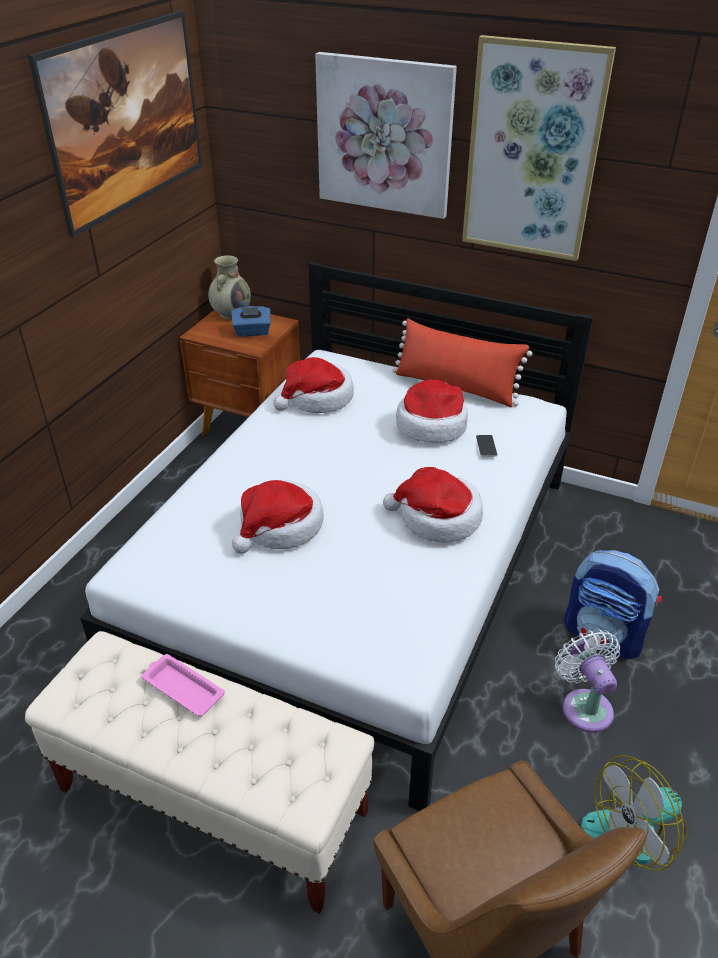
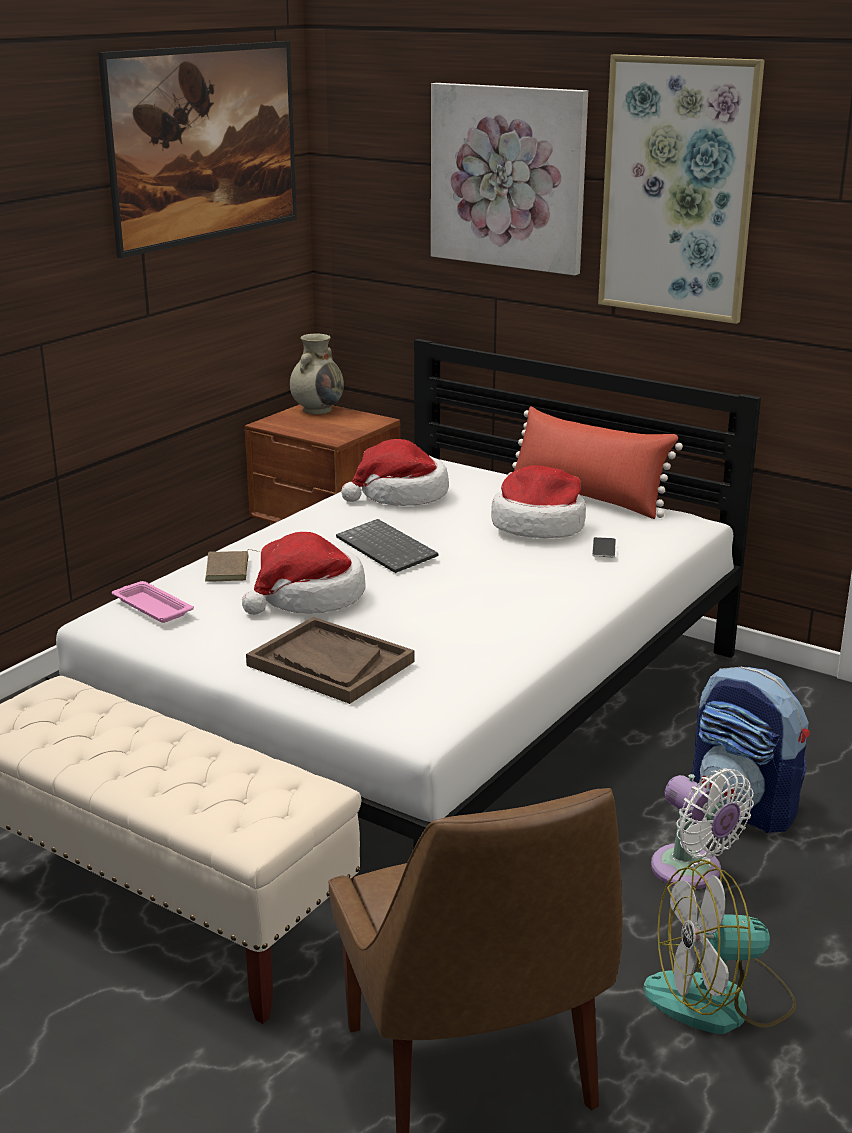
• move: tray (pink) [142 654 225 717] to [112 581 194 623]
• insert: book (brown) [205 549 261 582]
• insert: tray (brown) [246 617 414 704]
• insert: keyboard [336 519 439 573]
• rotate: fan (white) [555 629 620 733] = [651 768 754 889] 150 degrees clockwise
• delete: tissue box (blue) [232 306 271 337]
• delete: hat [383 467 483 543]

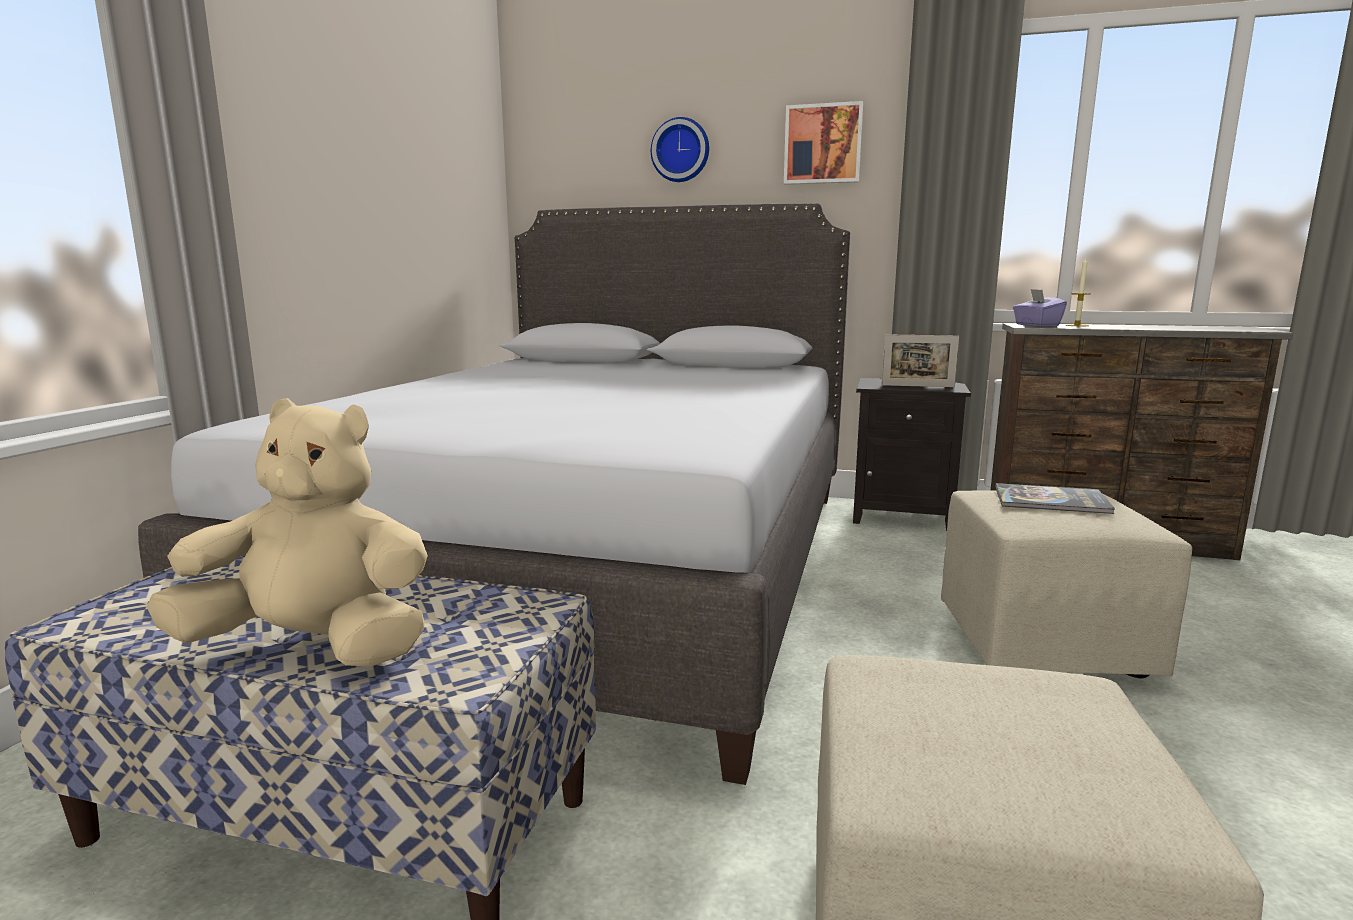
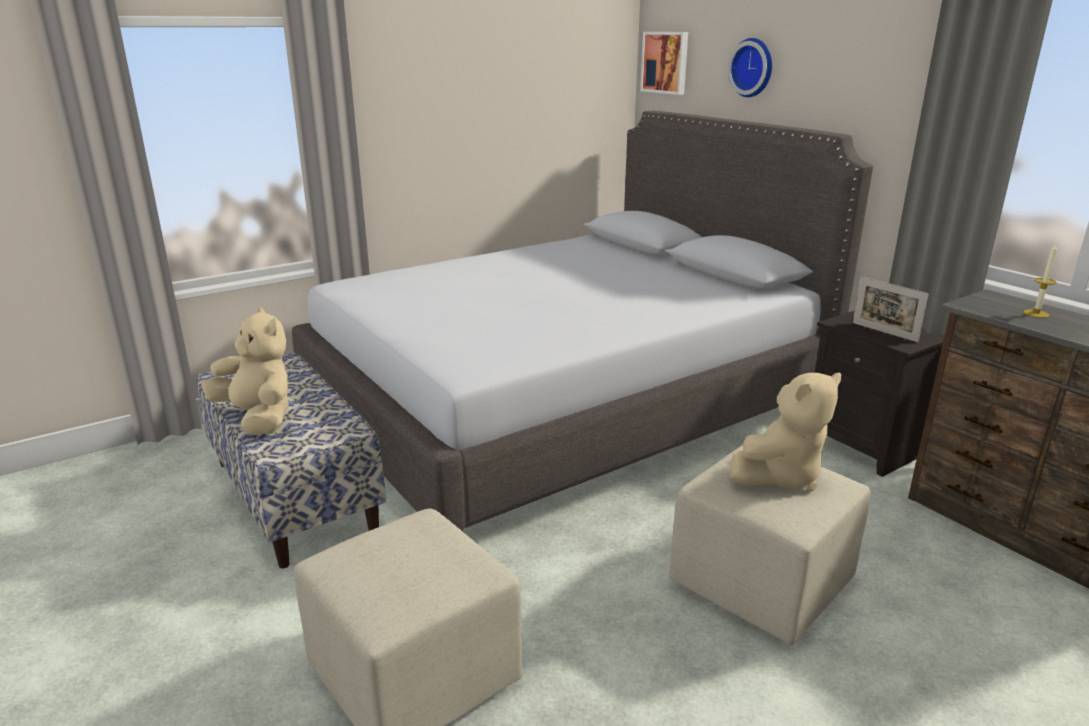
• move: picture [784 101 863 185] to [640 32 688 95]
• replace: book [995 483 1115 514] to plush toy (beige) [730 372 842 492]
• delete: tissue box (purple) [1013 289 1067 326]

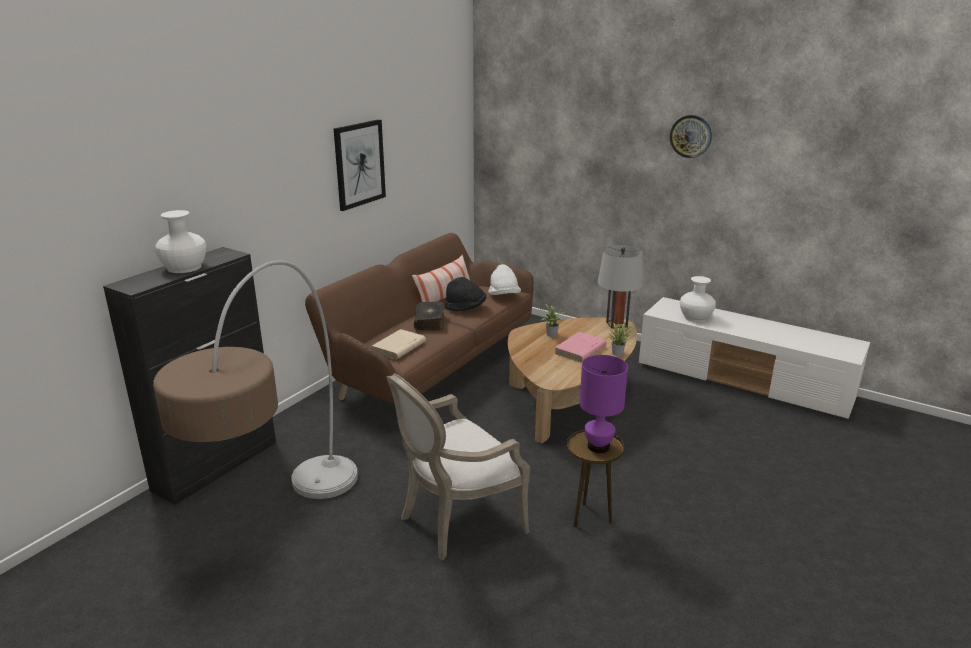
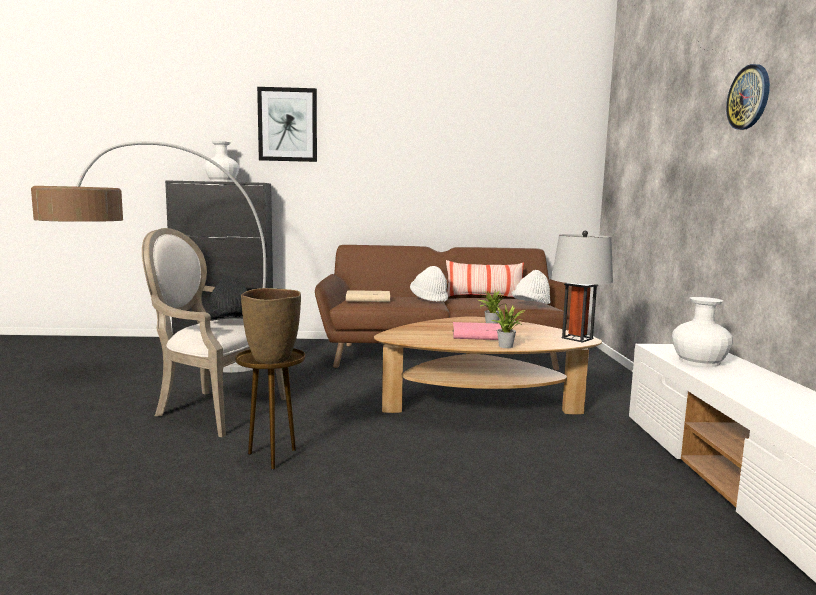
• move: hat (black) [445 277 486 311] to [209 276 247 319]
• replace: table lamp (purple) [580 355 628 453] to vase (brown) [241 288 301 363]
• move: picture [334 119 386 211] to [257 87 317 162]
• replace: book [414 301 444 331] to hat (white) [410 266 448 302]

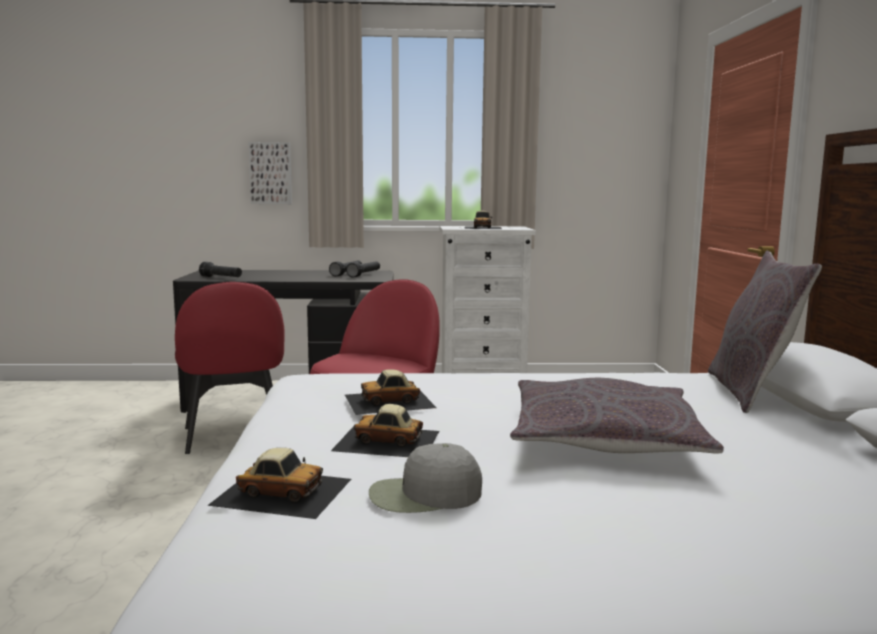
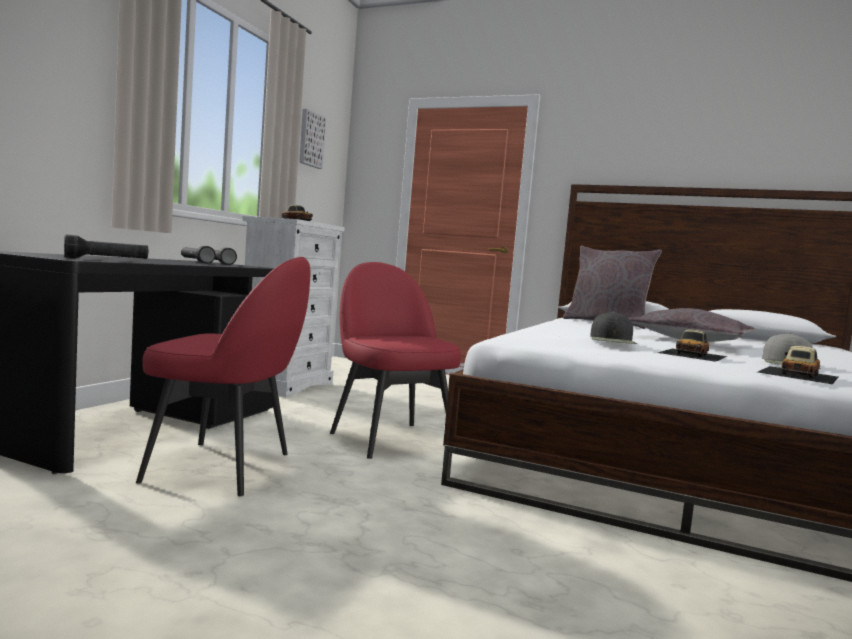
• move: picture [248 142 292 204] to [299 109 326 169]
• replace: toy car [345 369 436 415] to cap (black) [590 312 637 344]

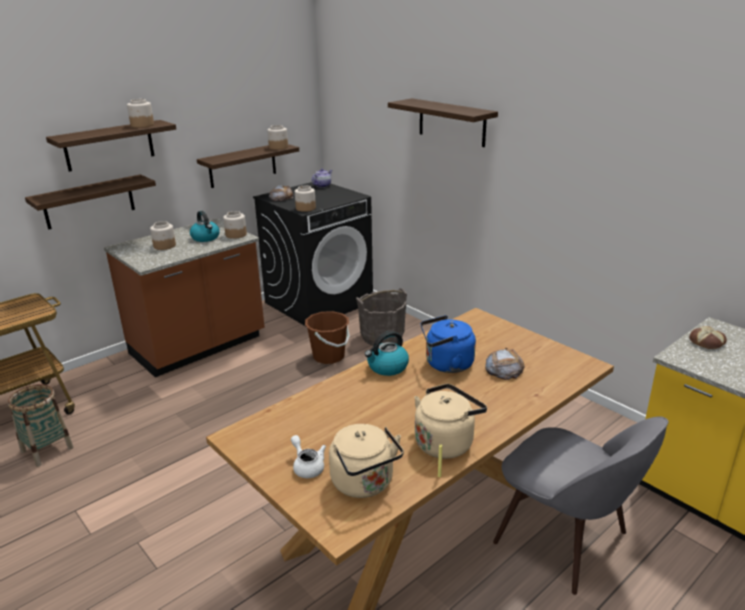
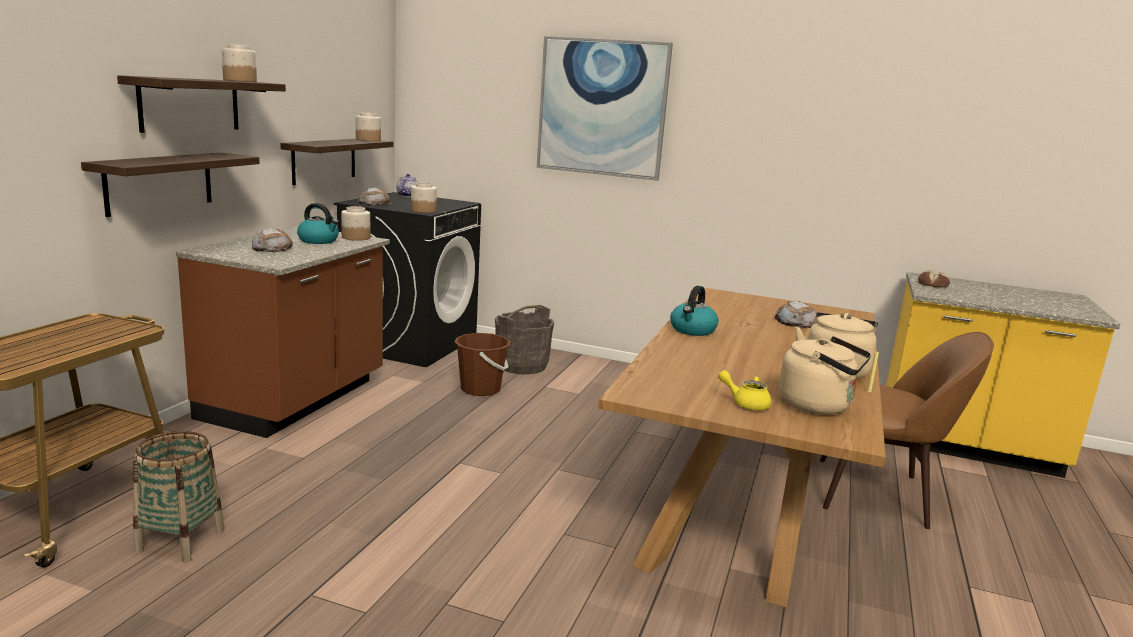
• replace: jar [150 221 176 250] to bread [252 228 293 252]
• replace: shelf [388 98 498 147] to picture [537 36 673 181]
• recolor: teapot (white) [291 435 326 478] to teapot (yellow) [718 370 772 410]
• recolor: chair (grey) [493 416 669 595] to chair (brown) [820 332 994 529]
• delete: kettle (blue) [421 315 476 373]

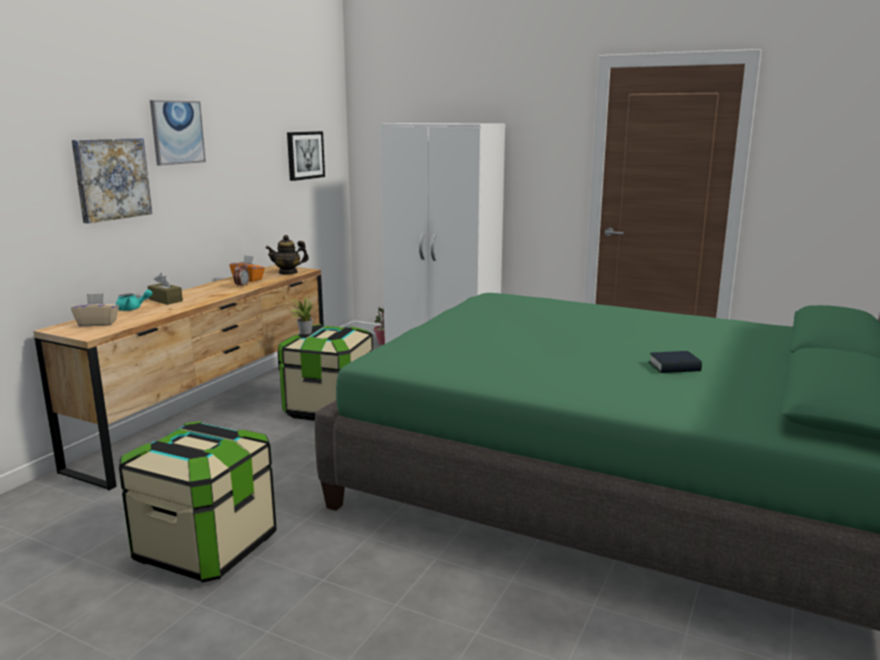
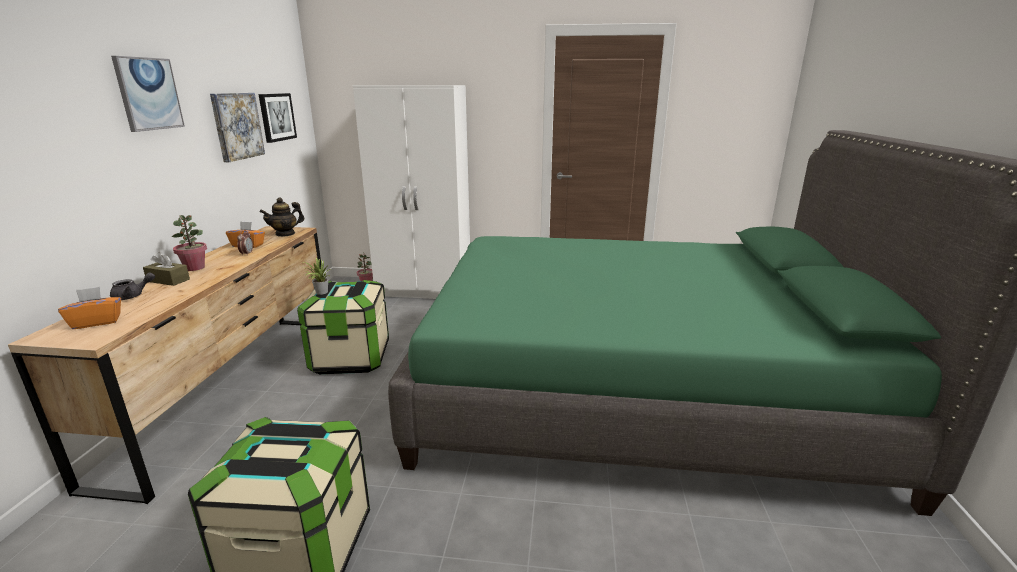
• recolor: tissue box (beige) [71 293 119 327] to tissue box (orange) [58 287 121 329]
• recolor: teapot (turquoise) [116 289 153 311] to teapot (grey) [110 273 155 300]
• insert: potted plant [172 215 207 271]
• move: picture [72 138 152 223] to [210 93 265 162]
• delete: book [648 351 702 373]

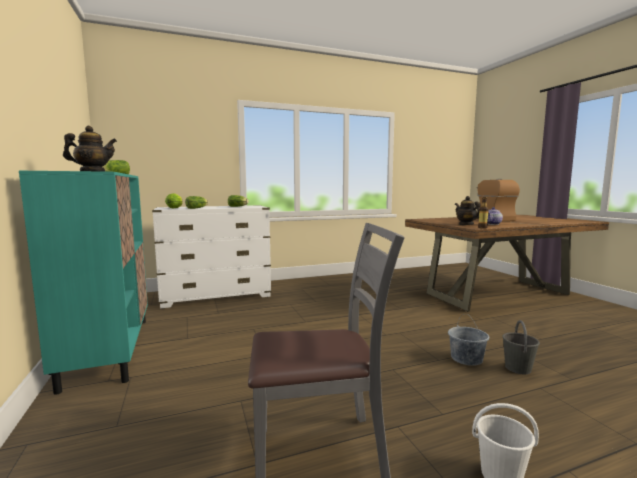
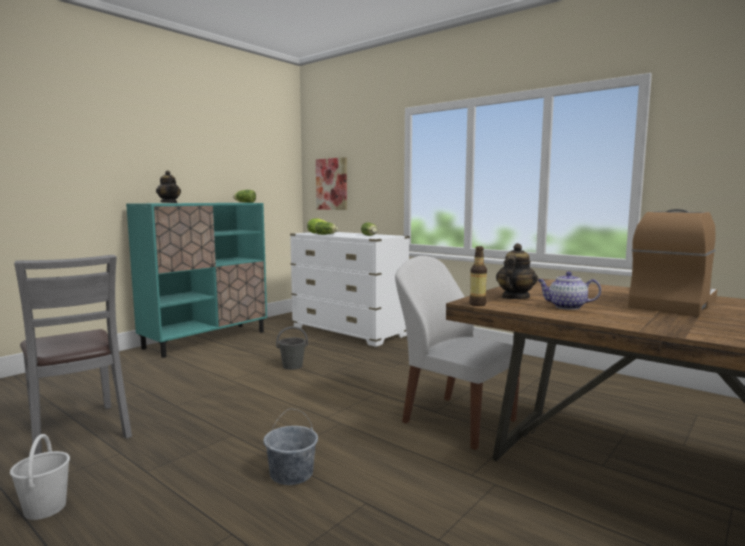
• move: bucket (grey) [502 320 540 374] to [276 326 308 370]
• insert: picture [316 157 347 210]
• insert: chair (white) [395 256 520 450]

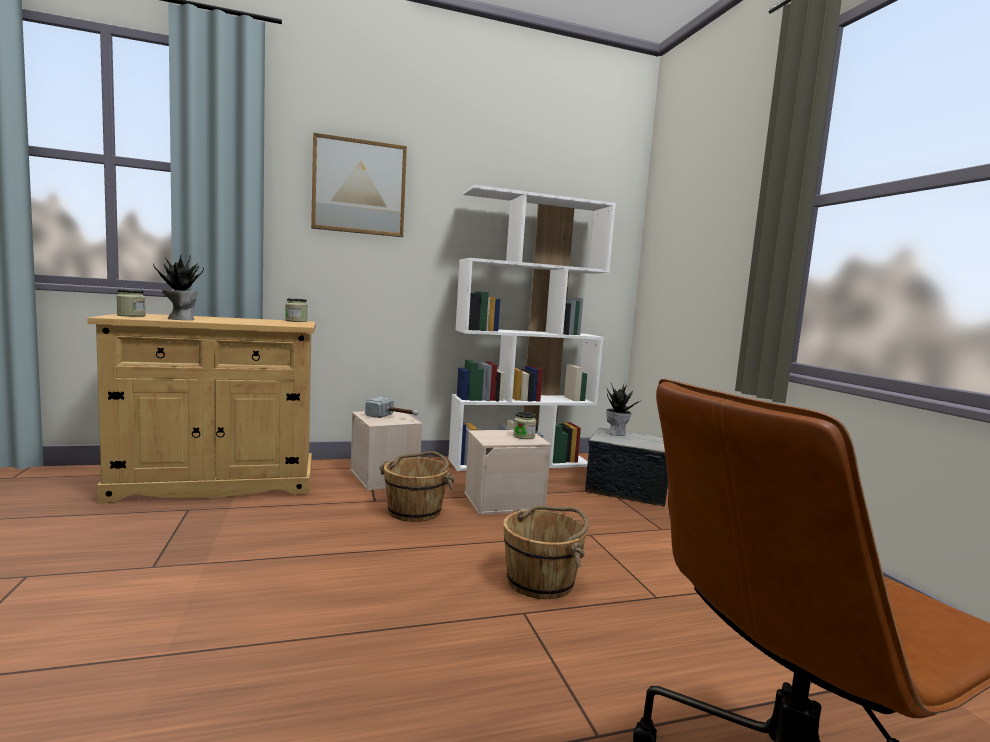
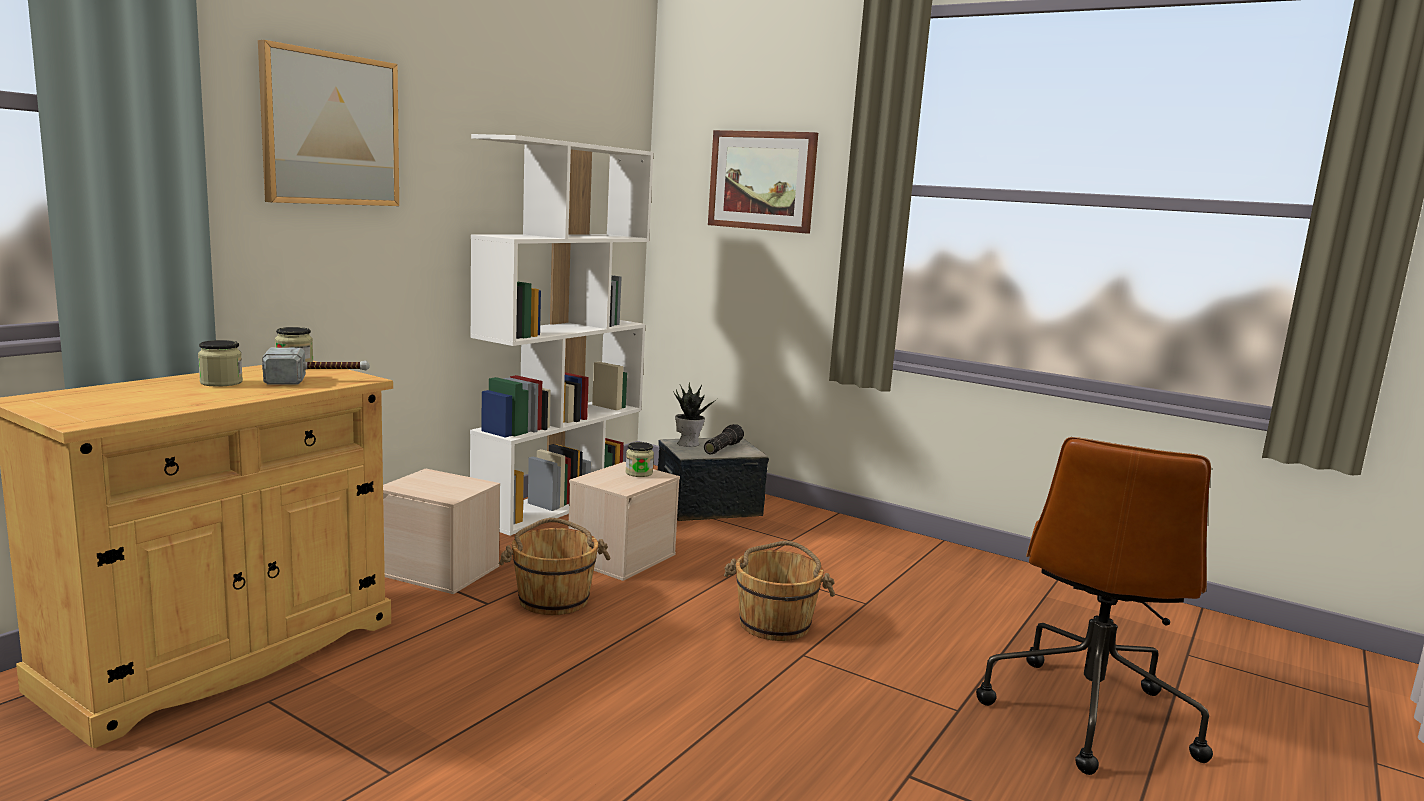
• move: jar [116 289 145 317] to [198 340 243 387]
• move: hammer [365 397 419 418] to [262 348 369 385]
• insert: flashlight [704 424 744 454]
• insert: picture [708 130 818 234]
• delete: potted plant [153 255 204 320]

